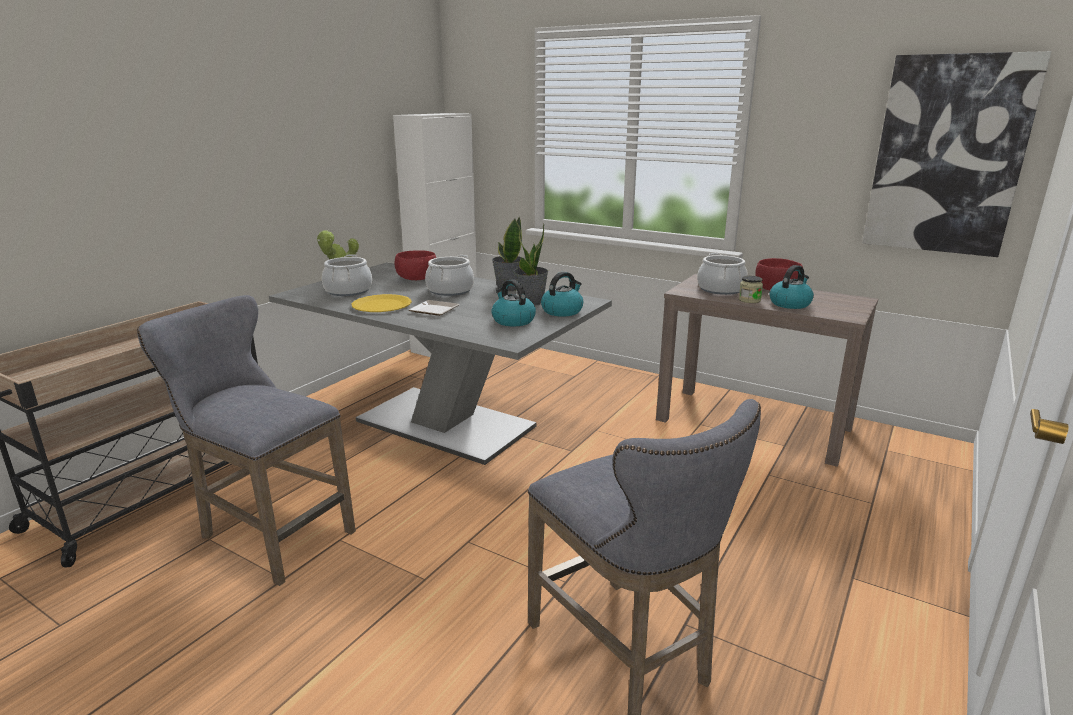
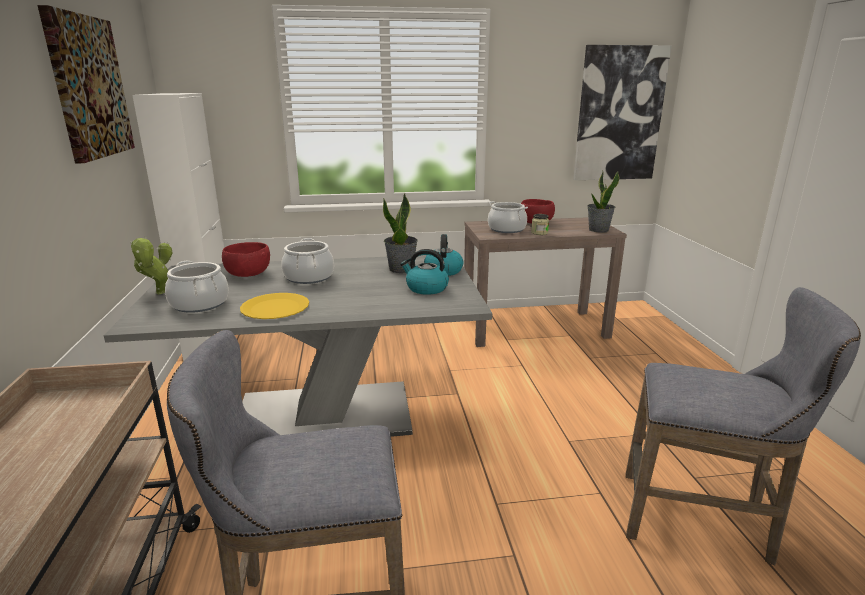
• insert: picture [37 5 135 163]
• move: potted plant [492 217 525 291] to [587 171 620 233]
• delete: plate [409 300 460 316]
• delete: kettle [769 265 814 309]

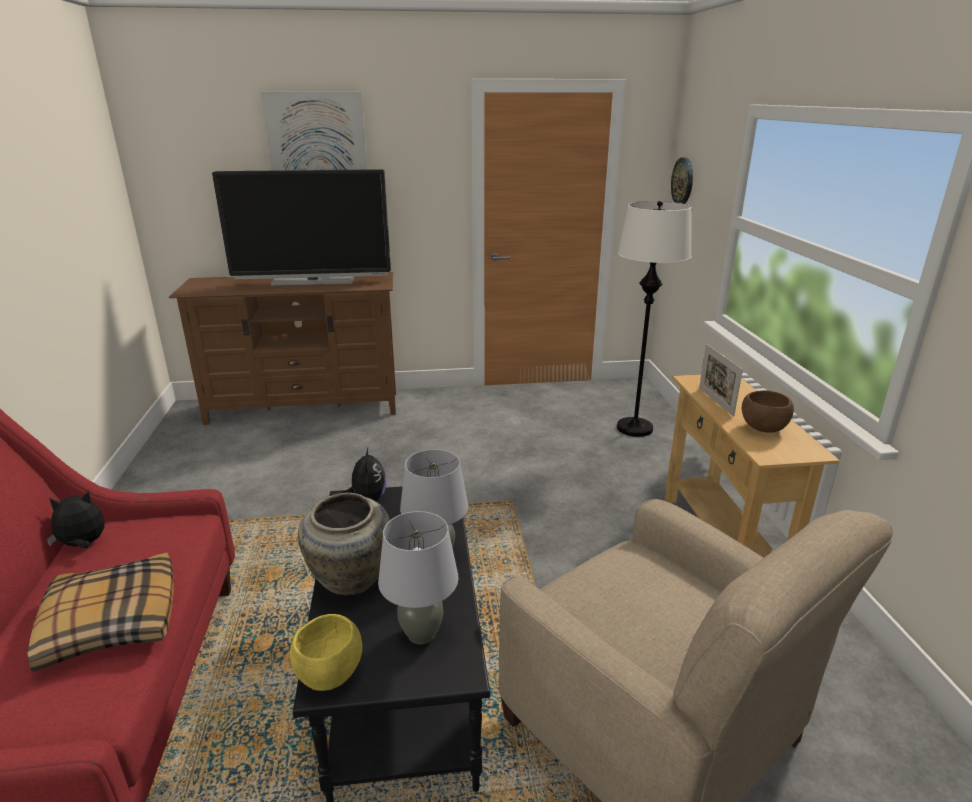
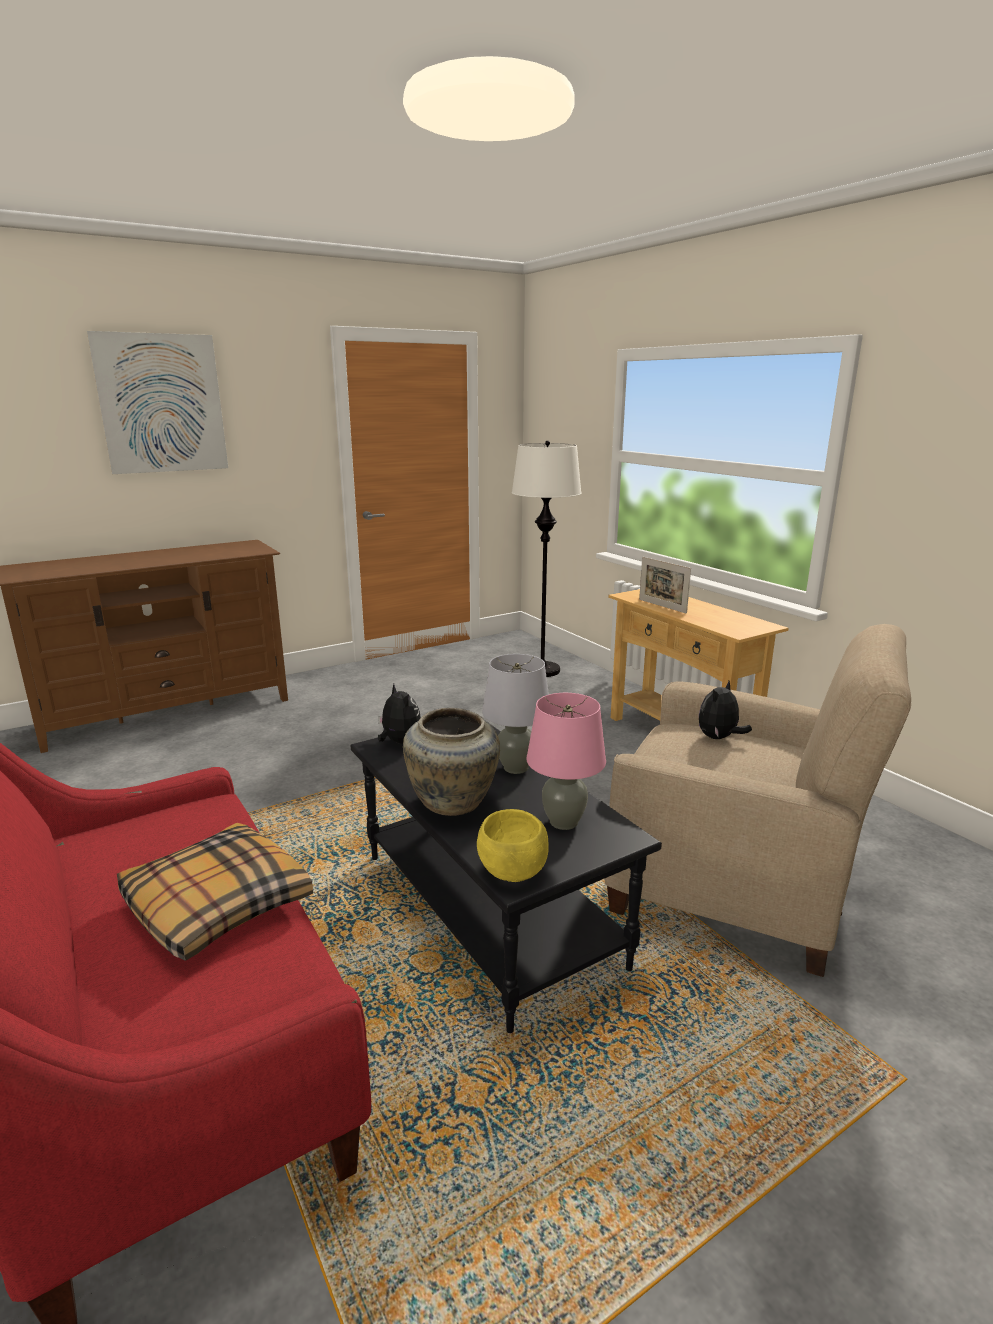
• recolor: table lamp (grey) [378 511 458 645] to table lamp (pink) [526 693 606 830]
• move: plush toy [47 491 105 548] to [699 681 752 739]
• delete: television [212 169 391 286]
• delete: wall clock [671 157 693 204]
• delete: bowl (brown) [742 390 794 433]

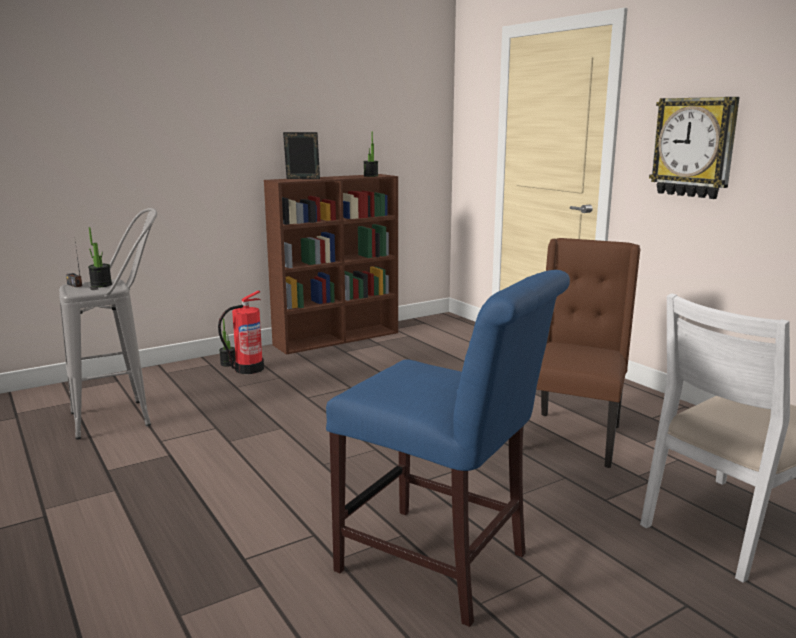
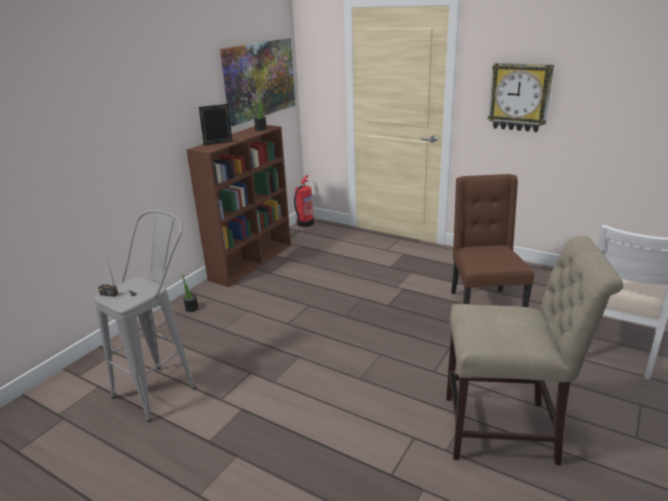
• insert: picture [220 38 295 126]
• move: fire extinguisher [218 290 264 374] to [294 175 314 227]
• recolor: chair (blue) [326 270 570 627] to chair (beige) [446 235 624 465]
• delete: potted plant [88 227 112 288]

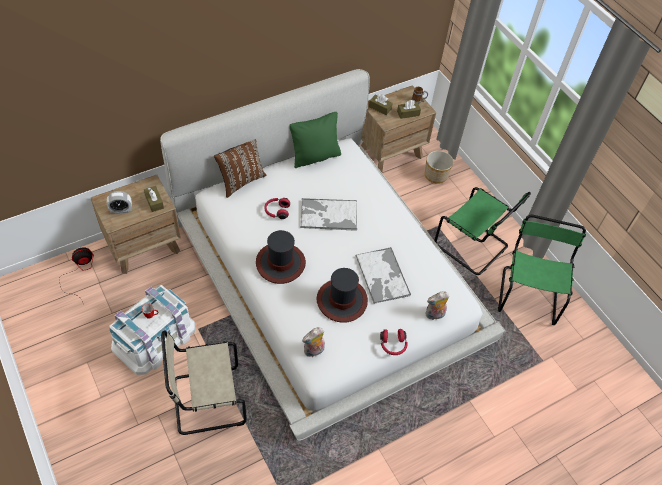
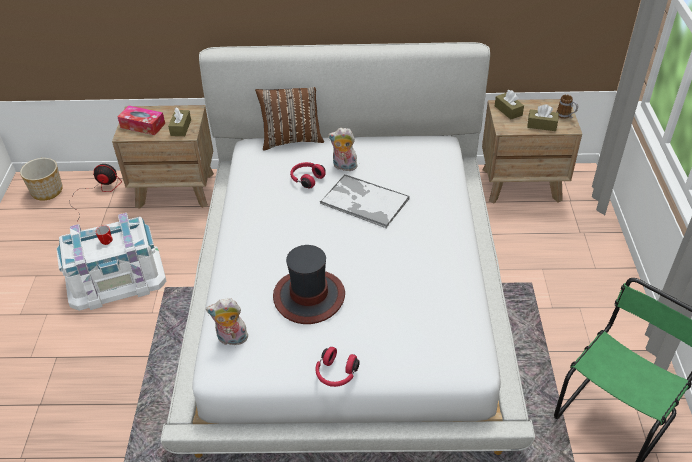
• move: planter [425 150 454 184] to [20 158 63 201]
• replace: alarm clock [107 191 132 214] to tissue box [118 106 165 135]
• move: plush toy [426 291 449 320] to [328 128 359 171]
• delete: chair (beige) [161 330 247 435]
• delete: hat [256 230 306 284]
• delete: pillow (green) [289 112 341 168]
• delete: tray [355 247 411 304]
• delete: chair (green) [434 187 531 275]

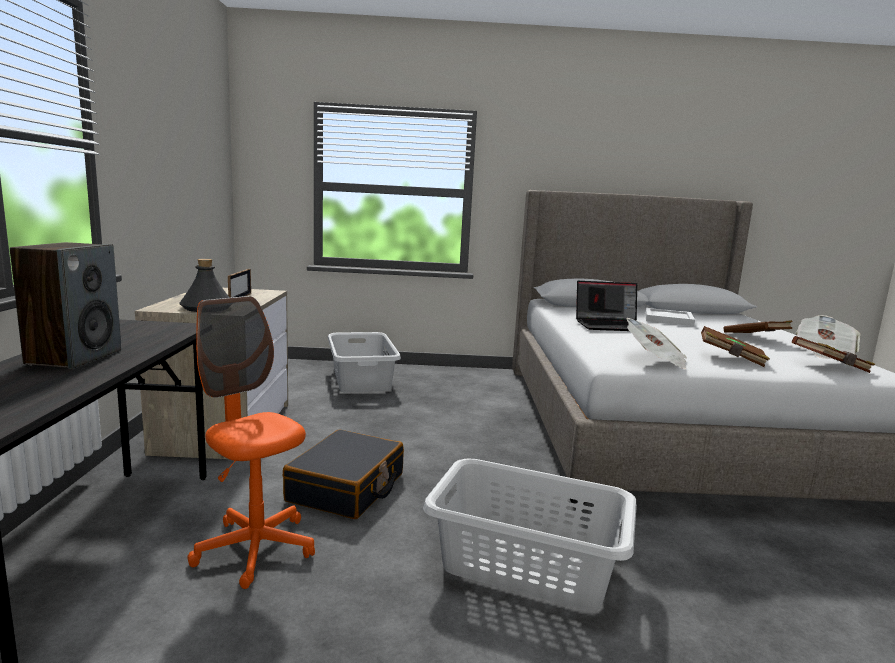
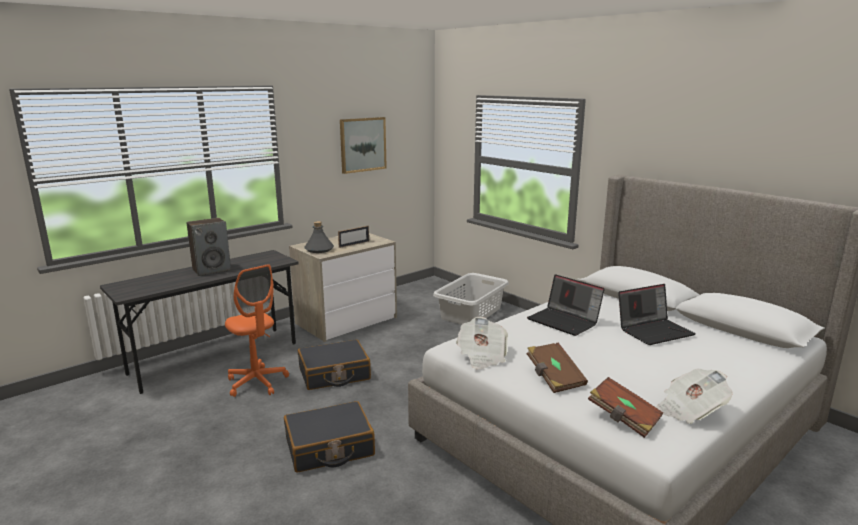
• rotate: office chair (orange) [188 296 315 589] = [225 264 289 397] 135 degrees clockwise
• replace: laundry basket (grey) [423 459 637 611] to suitcase (black) [284 401 375 473]
• insert: picture [340 117 387 174]
• replace: tray (white) [645 308 695 326] to laptop [618 284 696 345]
• delete: book (brown) [724 320 793 333]

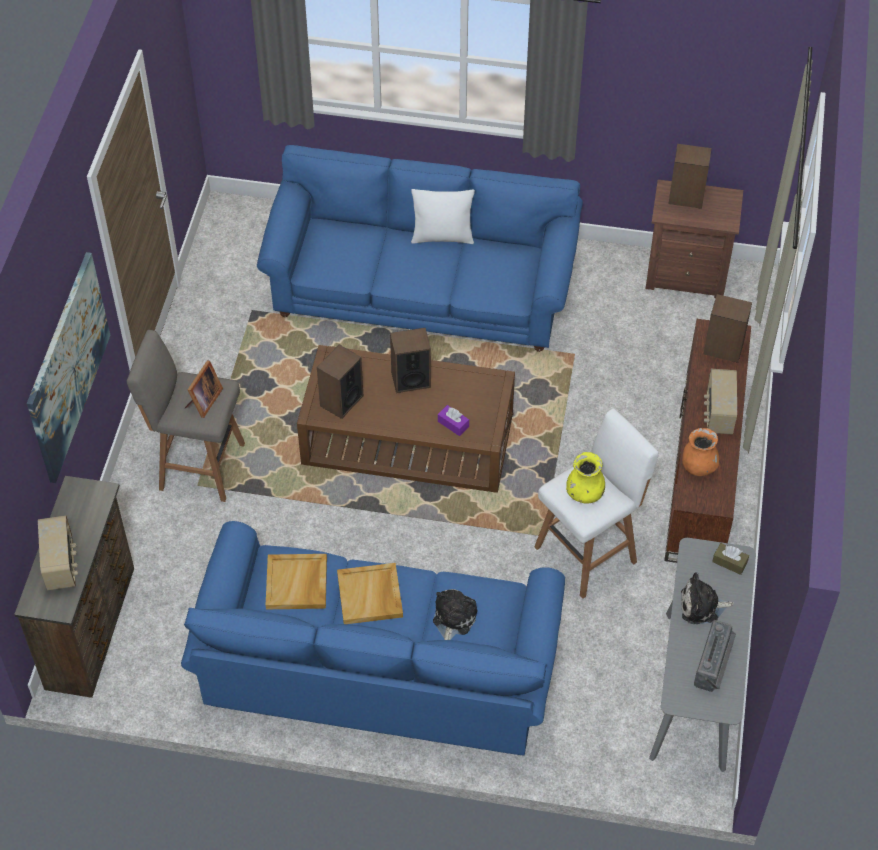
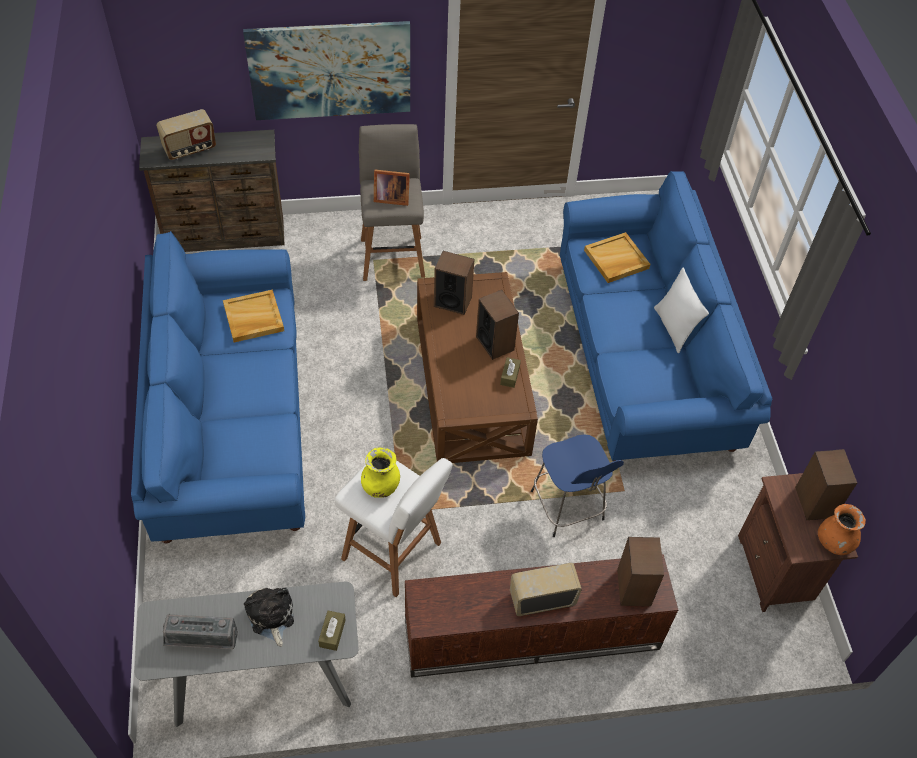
• insert: tissue box (brown) [500 357 521 388]
• insert: stool (blue) [531 434 624 537]
• move: tray (beige) [337 563 403 624] to [584 232 650 283]
• move: vase (orange) [682 428 720 476] to [818 504 866 555]
• delete: plush toy [433 589 478 640]
• delete: tissue box (purple) [438 405 469 436]

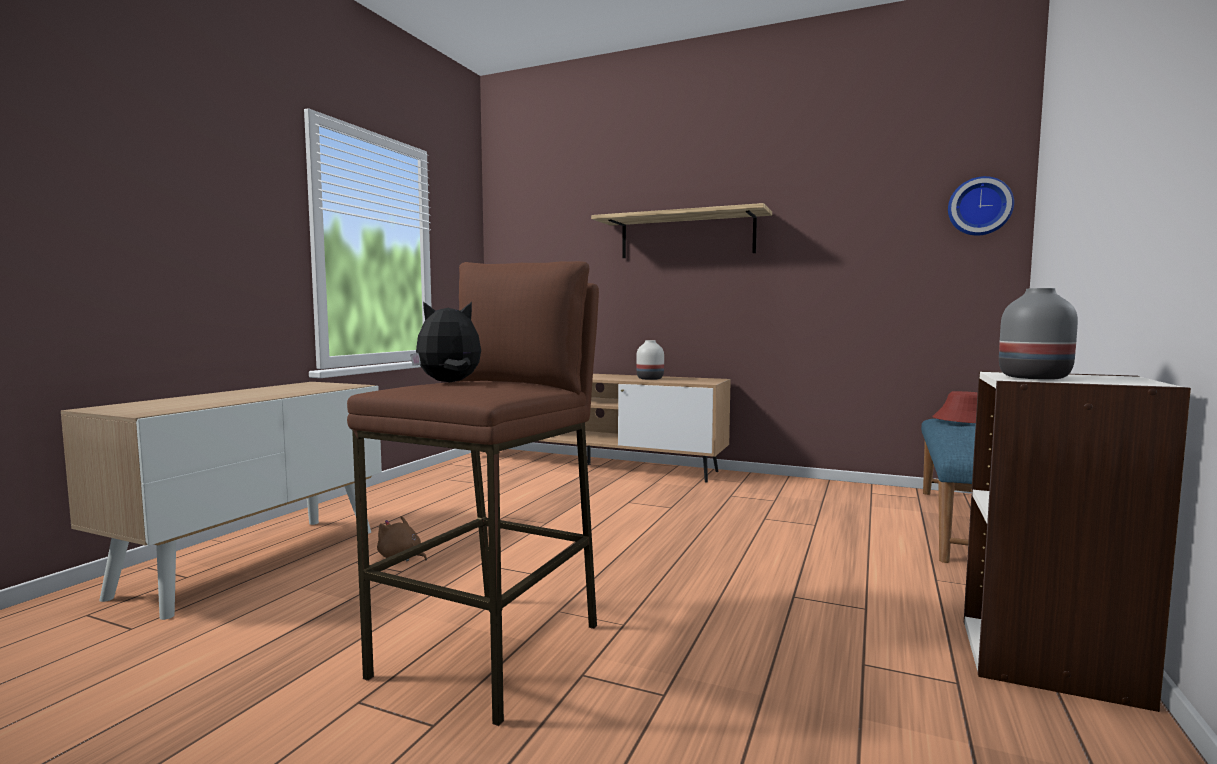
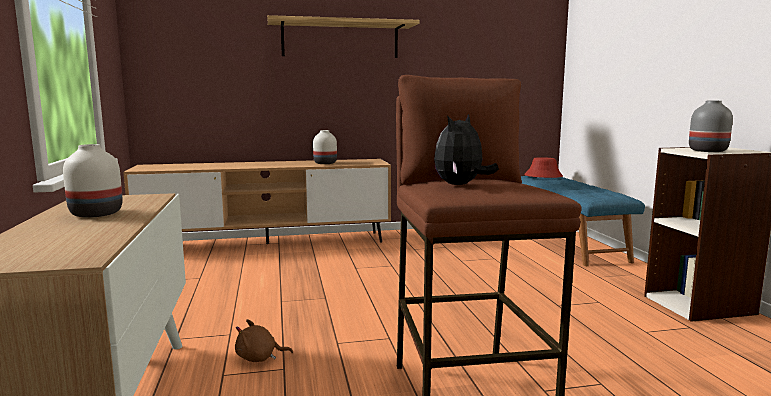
• insert: vase (white) [63 144 123 218]
• delete: wall clock [948 176 1014 236]

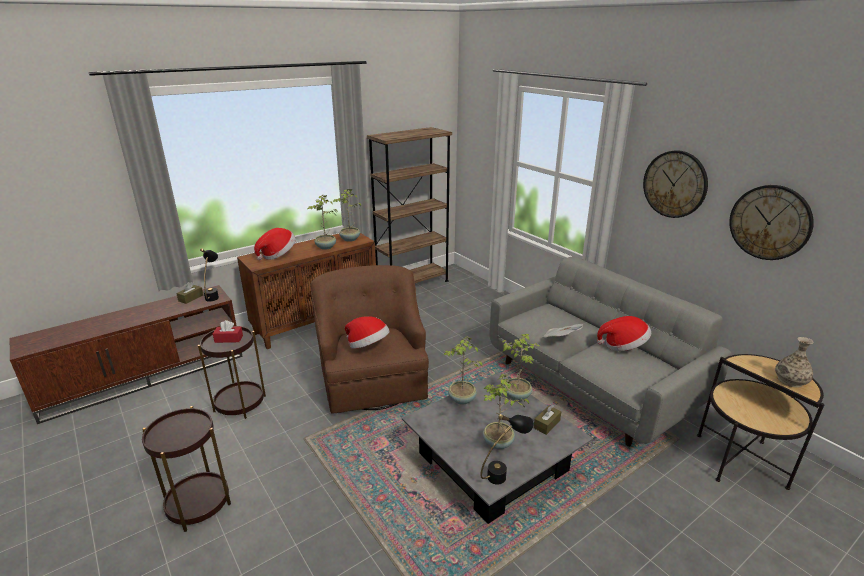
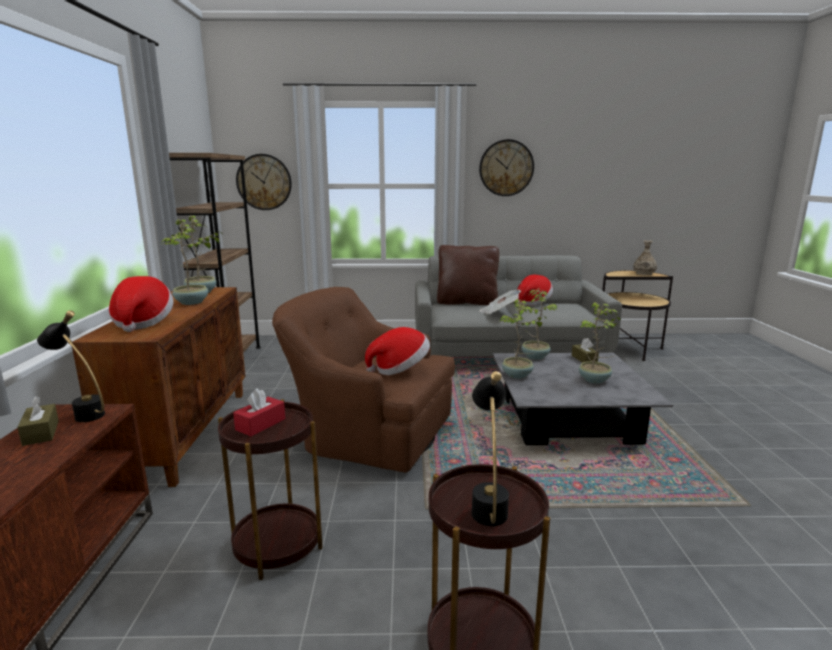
• move: wall clock [729 185 814 260] to [236 154 292 210]
• insert: pillow (brown) [437 245 499 305]
• move: table lamp (black) [480 414 534 485] to [471 371 509 526]

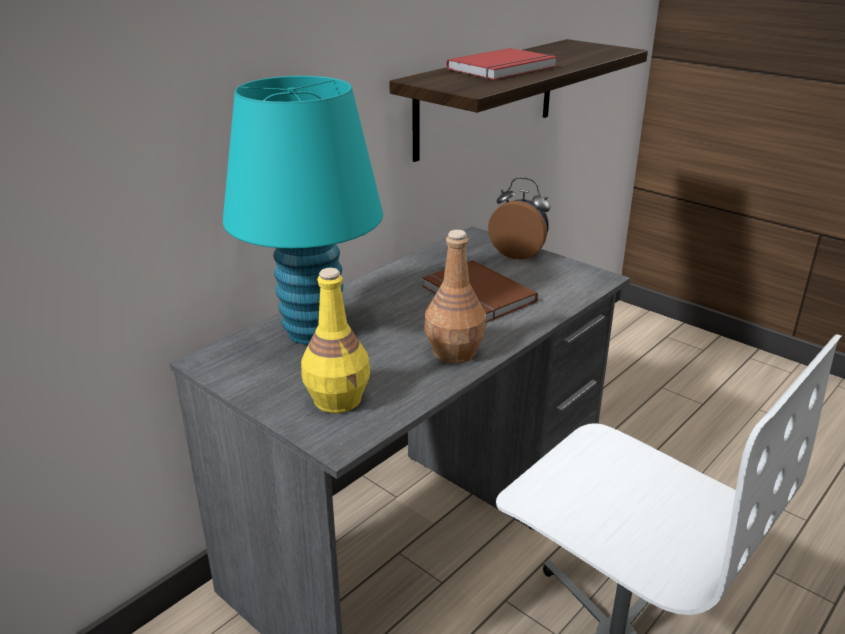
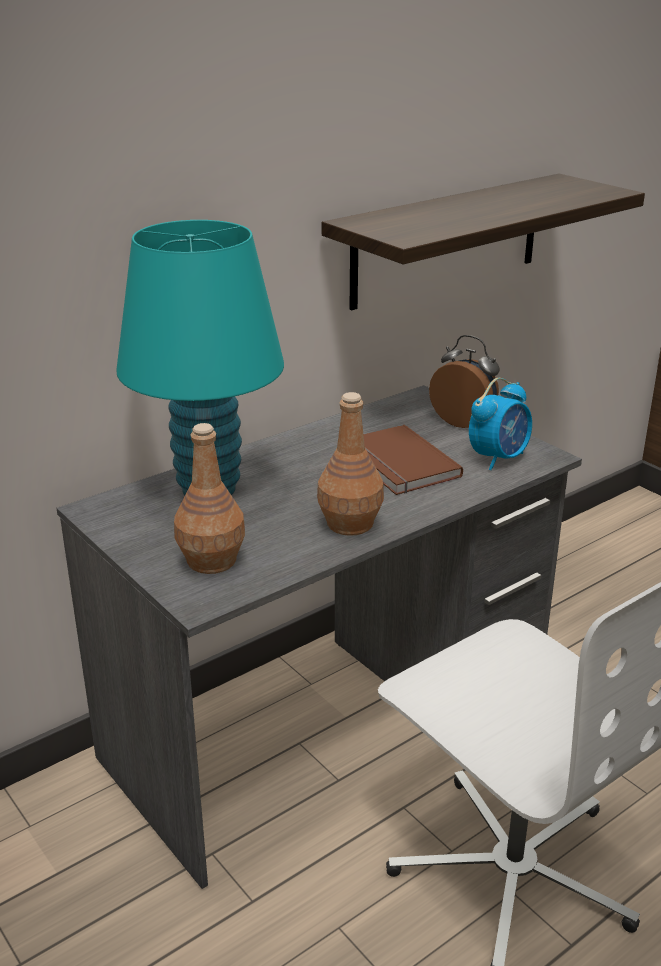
• recolor: bottle (yellow) [301 268 370 413] to bottle (brown) [174 423 245 574]
• insert: alarm clock [469 378 532 470]
• delete: book (red) [446 48 558 80]

